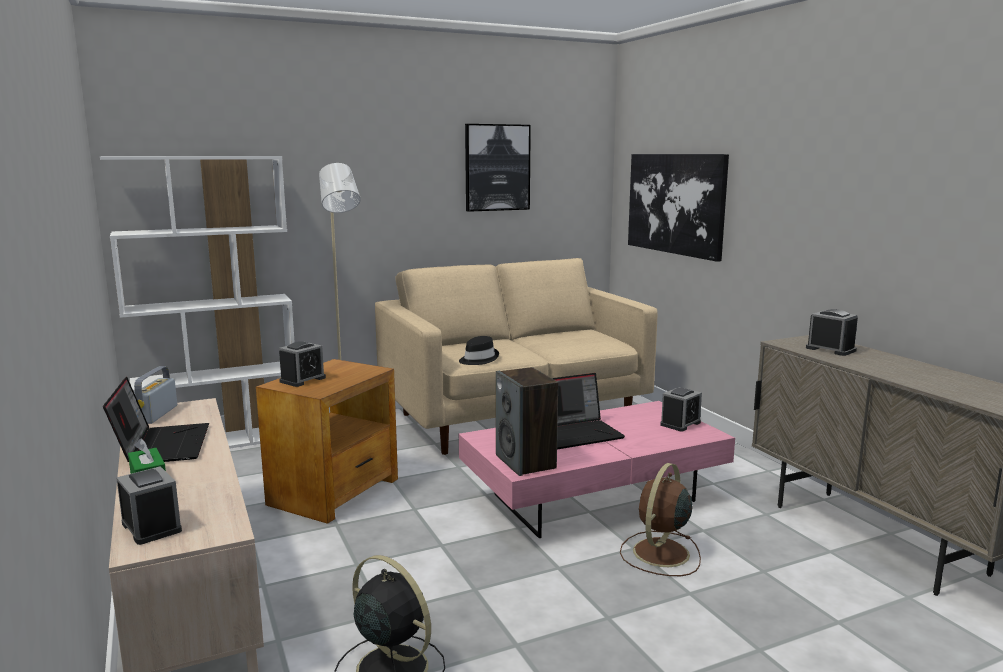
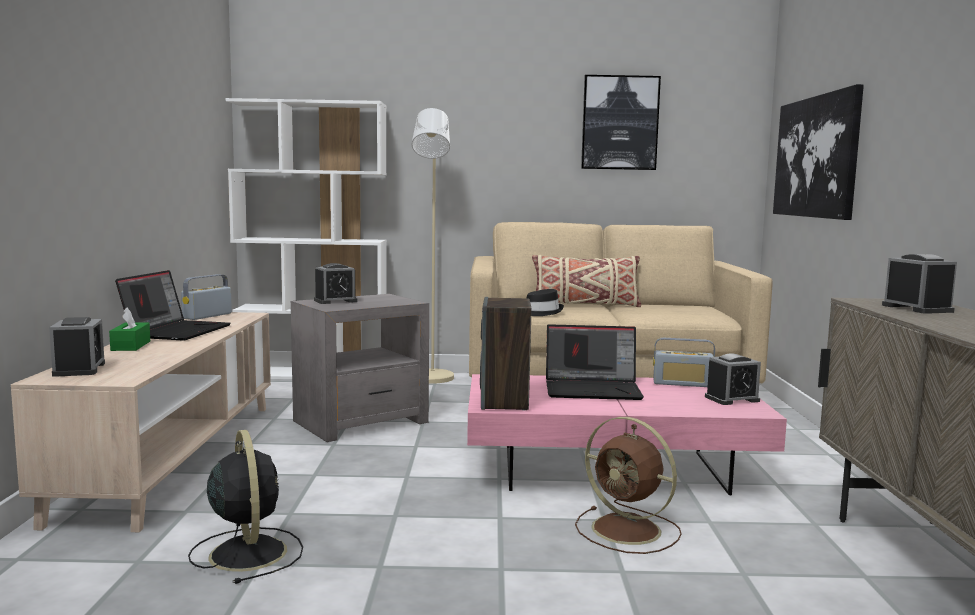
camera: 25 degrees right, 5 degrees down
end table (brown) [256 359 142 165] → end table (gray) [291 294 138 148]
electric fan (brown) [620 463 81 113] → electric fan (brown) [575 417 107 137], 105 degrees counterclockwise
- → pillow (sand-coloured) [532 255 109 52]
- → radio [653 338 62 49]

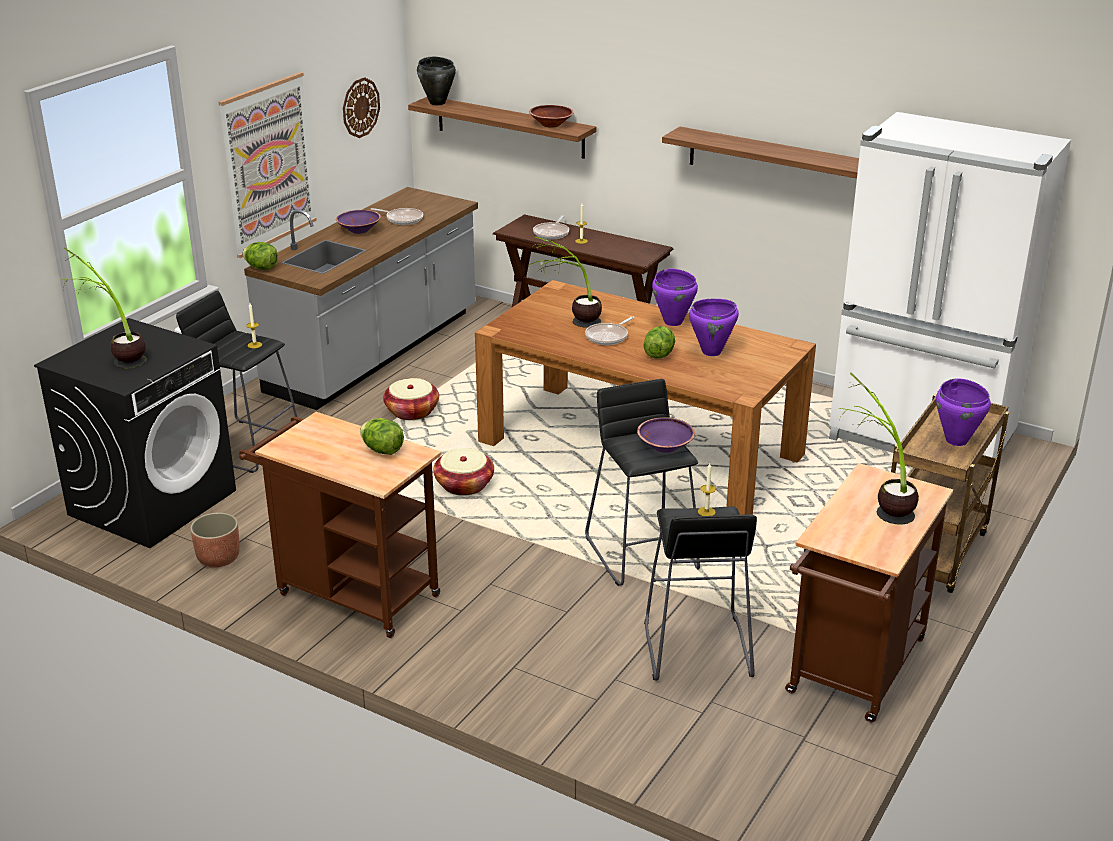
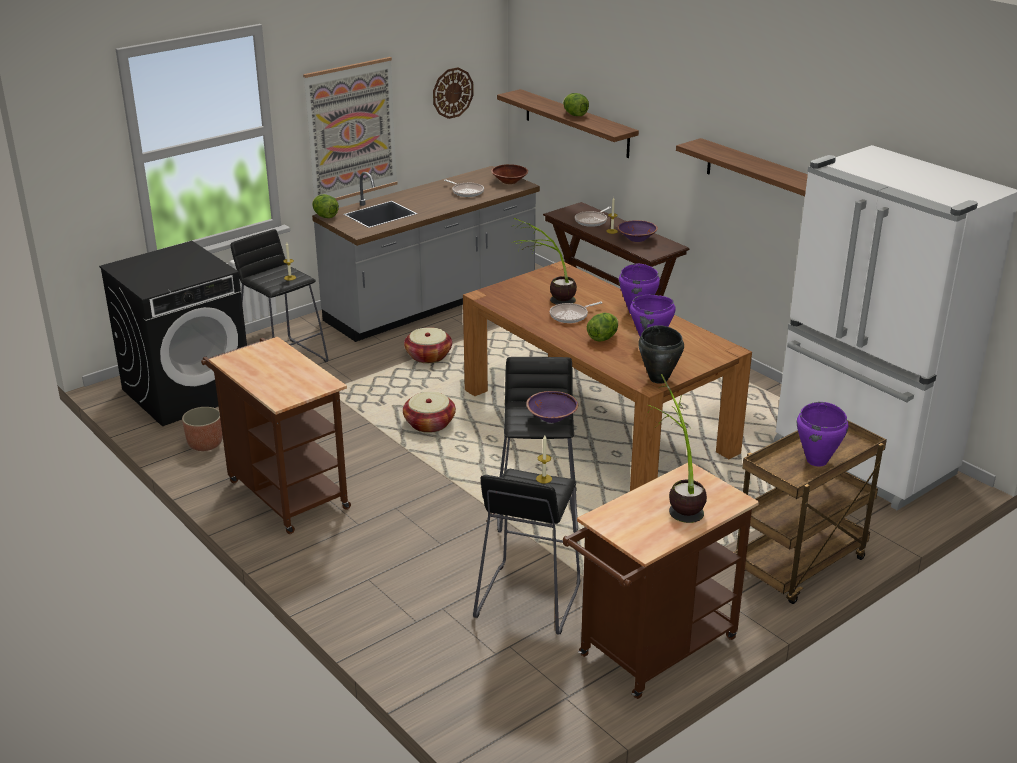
camera: 20 degrees right, 0 degrees up
stockpot (blackish) [417 57 39 48] → stockpot (blackish) [638 325 46 59], relocated
bowl (brown) [529 105 45 23] → bowl (brown) [491 164 37 20], relocated
bowl (purple) [336 210 45 24] → bowl (purple) [617 220 41 22], relocated
plant in a pot [61 247 86 121] → -
lettuce head [360 418 44 37] → lettuce head [563 93 26 23], relocated

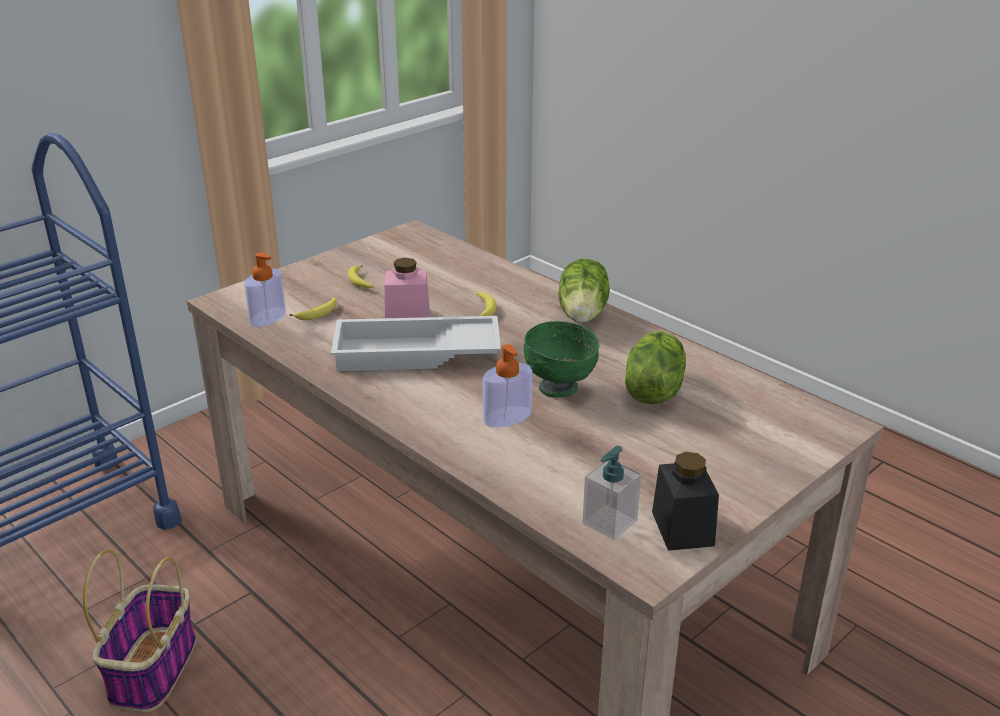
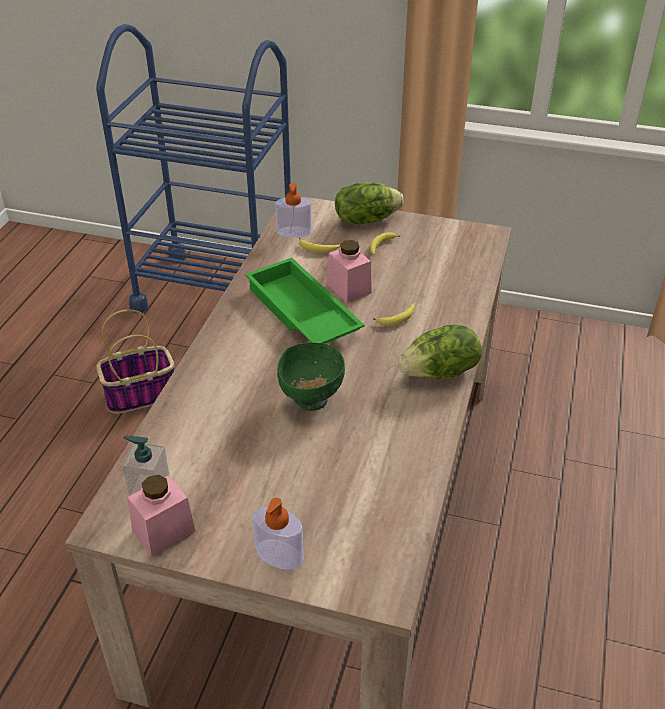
camera: 60 degrees right, 10 degrees up
tray (whitish) [331 316 170 55] → tray (green-coloured) [245 258 120 86]
lettuce head [625 331 61 73] → lettuce head [335 182 69 43], relocated
soap dispenser [483 344 49 83] → soap dispenser [253 498 51 72], relocated
jar (blackish) [652 452 67 99] → jar (pink) [127 475 68 81]

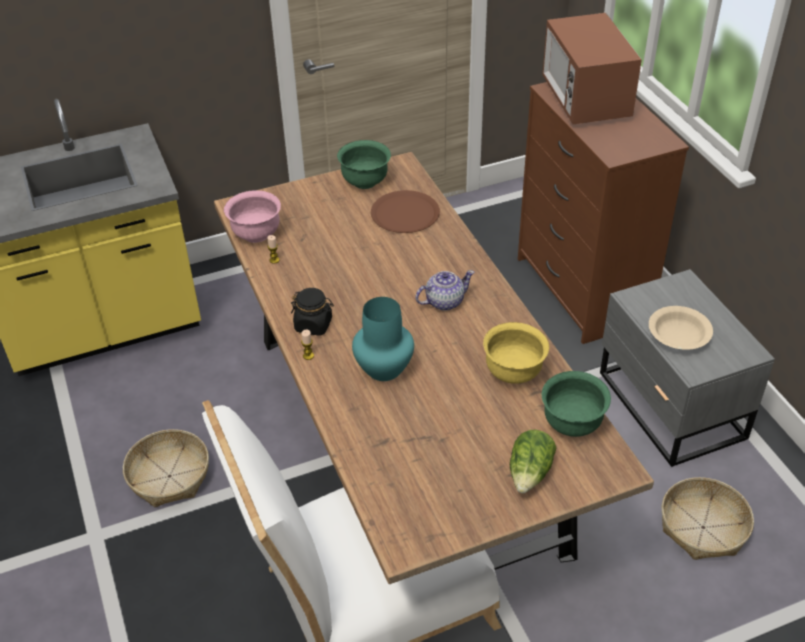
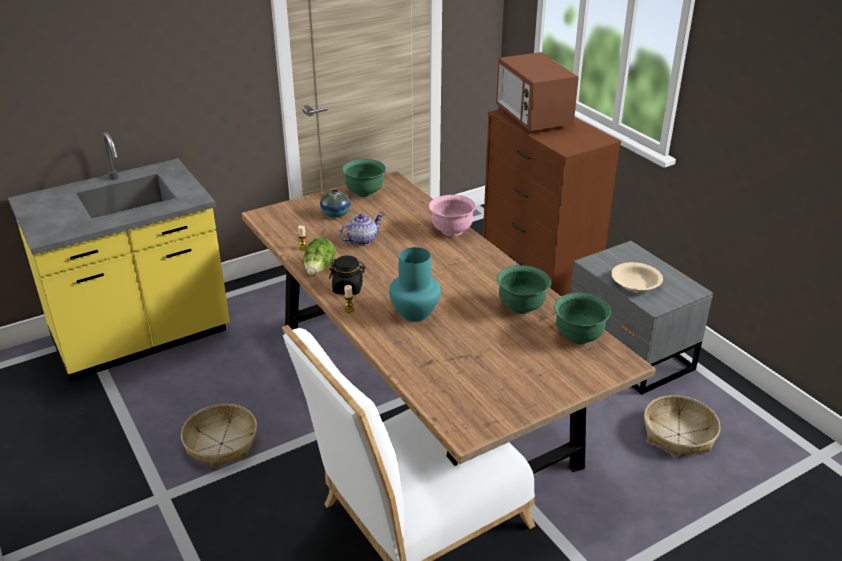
camera: 10 degrees left, 10 degrees down
bowl (pink) [224 190 57 53] → bowl (pink) [429 195 47 41], relocated
plate (brown) [371 190 69 43] → -
teapot [415 270 59 41] → teapot [339 213 44 32], relocated
bowl (yellow-coloured) [483 322 66 62] → bowl (green-coloured) [497 265 54 49]
lettuce head [510 430 46 63] → lettuce head [303 238 33 37], relocated
- → flower vase [320 189 31 29]

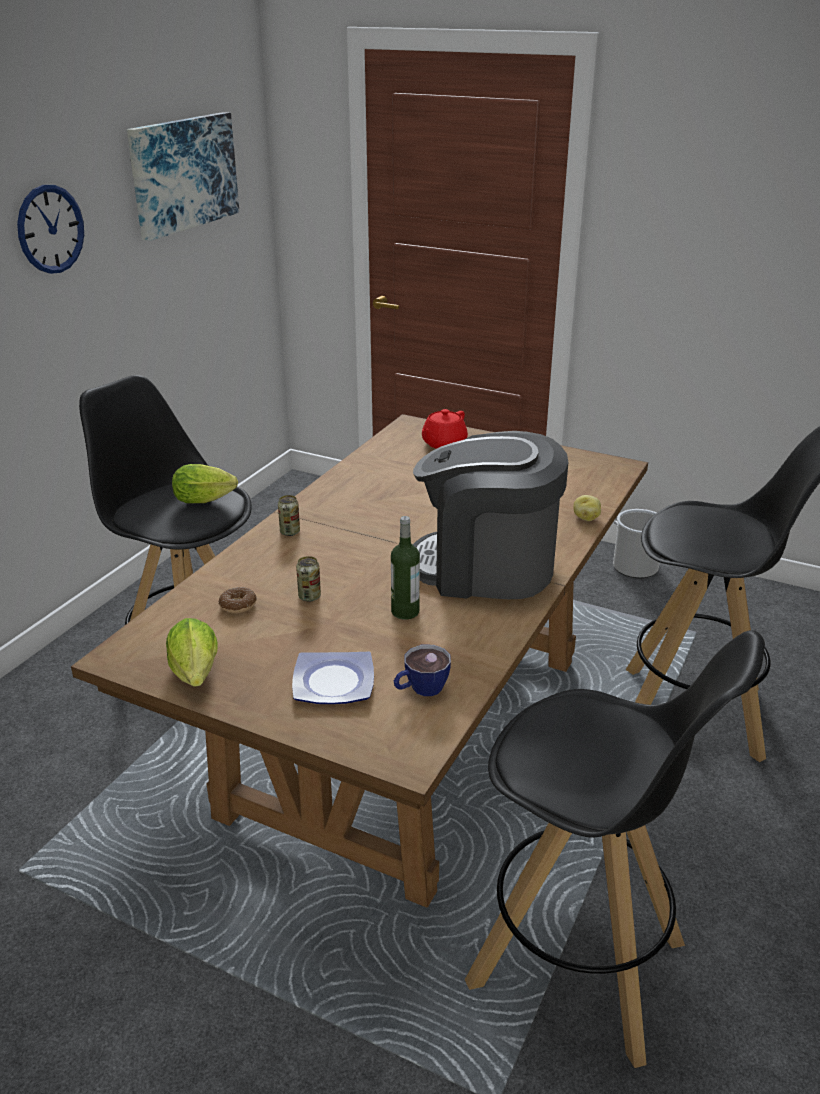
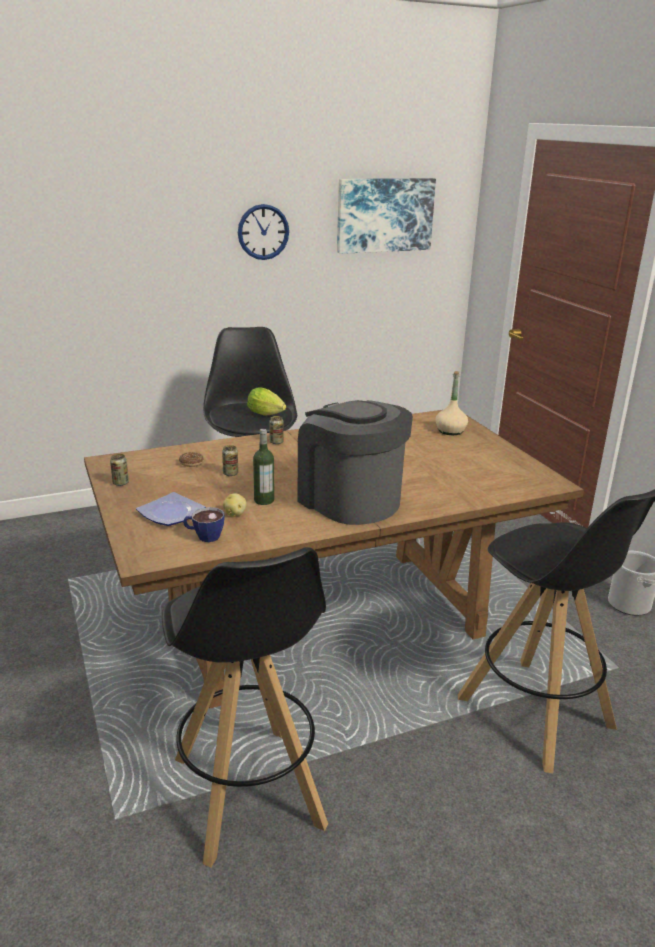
camera: 40 degrees right, 5 degrees down
teapot (reddish) [422 409 46 40] → drink bottle (sand-coloured) [436 371 32 64]
whole potato [574 495 27 26] → whole potato [223 493 24 24], relocated
lettuce head [166 618 52 69] → metal can [110 454 19 32]

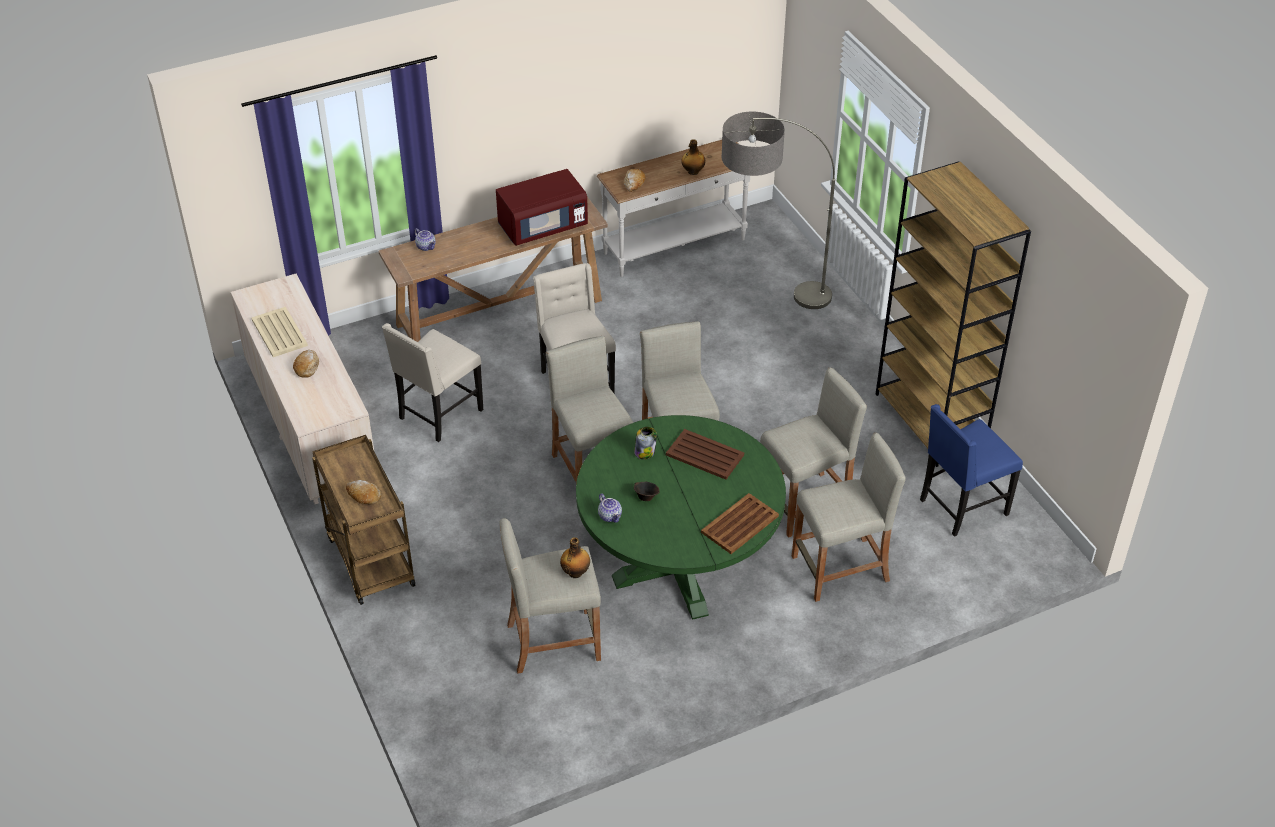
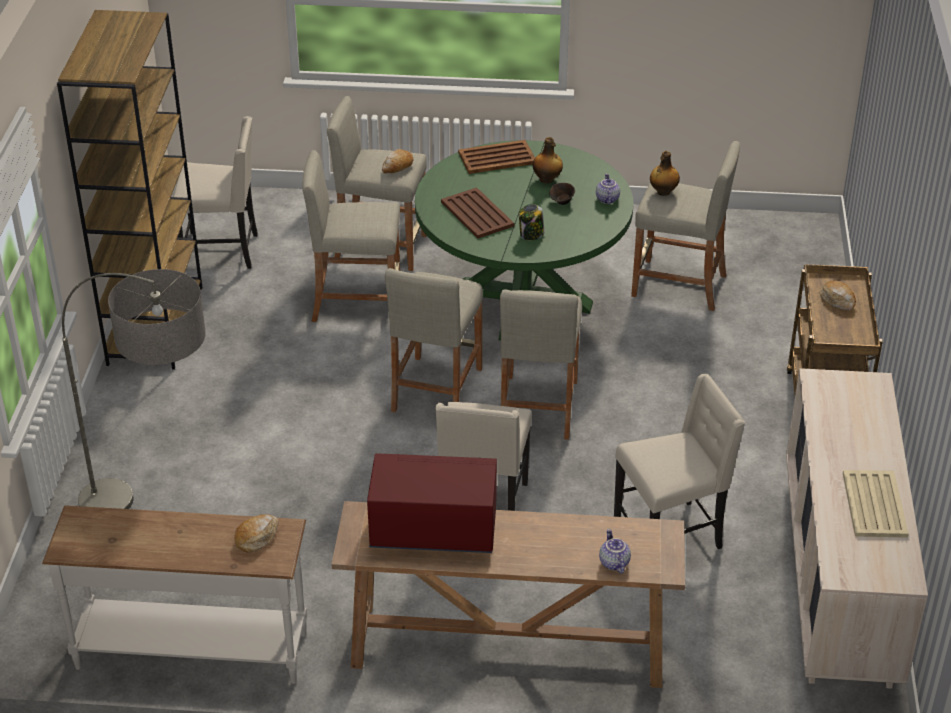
camera: 150 degrees left, 5 degrees down
drink bottle [681 139 24 36] → drink bottle [533 137 30 46], relocated
baked bread [293 350 26 28] → baked bread [382 149 31 24], relocated
plain chair (bluish) [920 404 103 133] → plain chair (sand-coloured) [173 116 85 153]

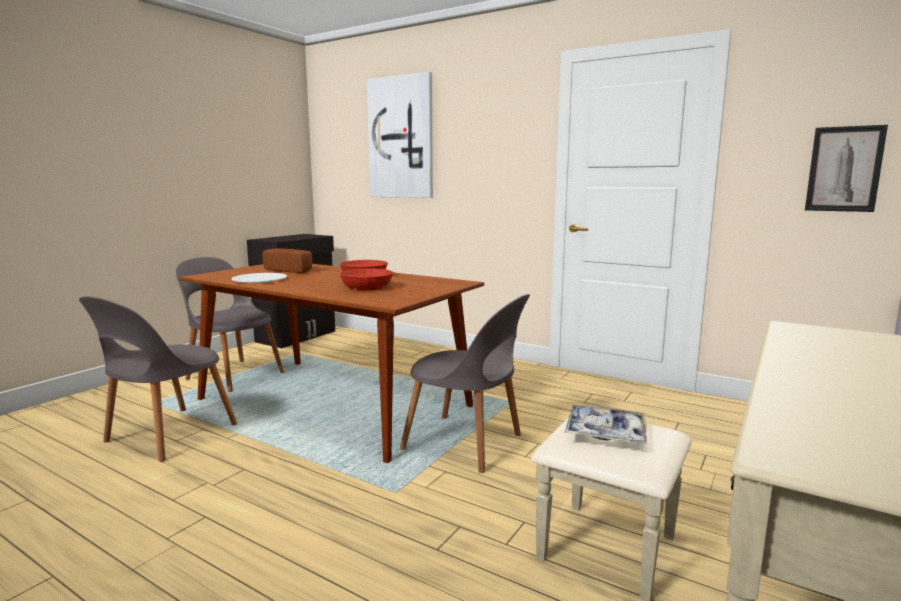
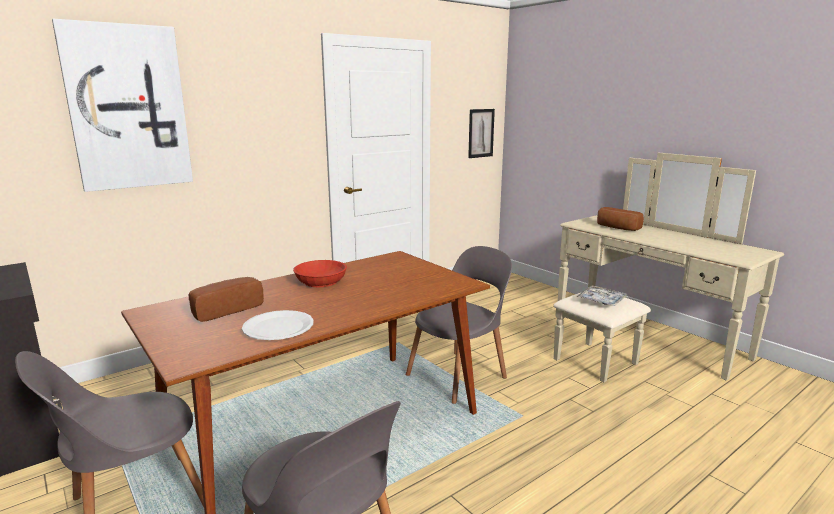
camera: 70 degrees left, 5 degrees up
bowl (reddish) [339 269 55 22] → -
- → baked bread [597 207 47 24]

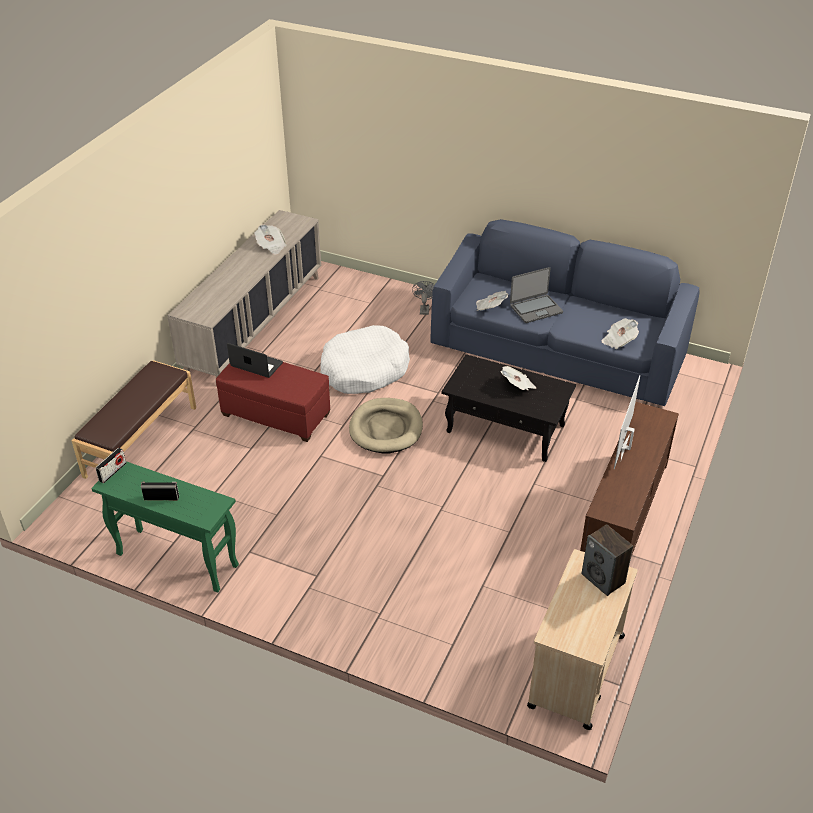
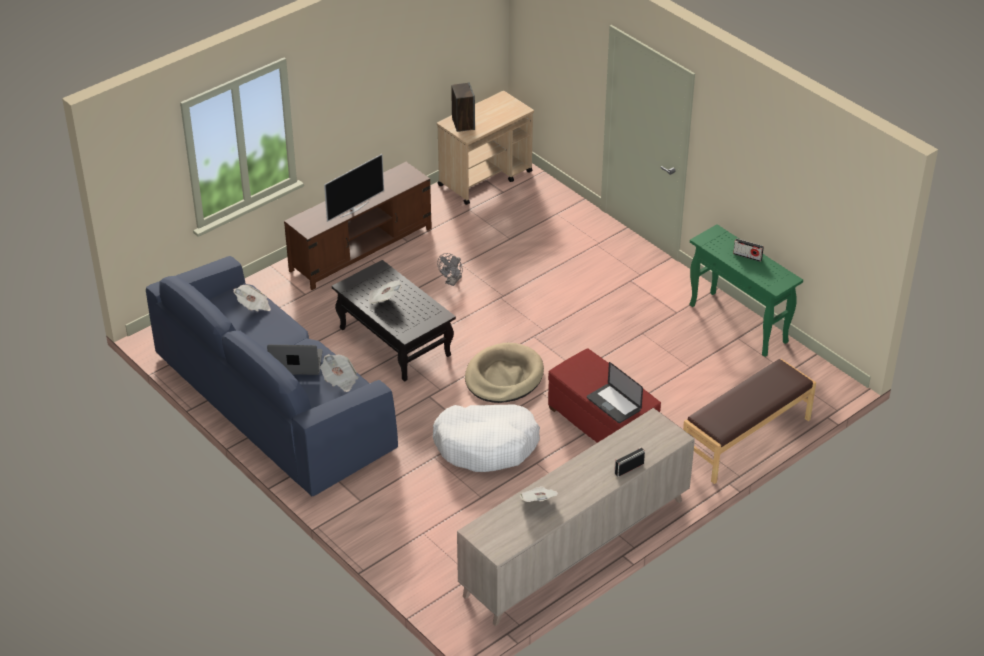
camera: 155 degrees left, 0 degrees up
electric fan (gray) [412 281 23 34] → electric fan (gray) [437 253 26 33], relocated
radio [95 448 31 35] → radio [614 447 31 30], relocated

